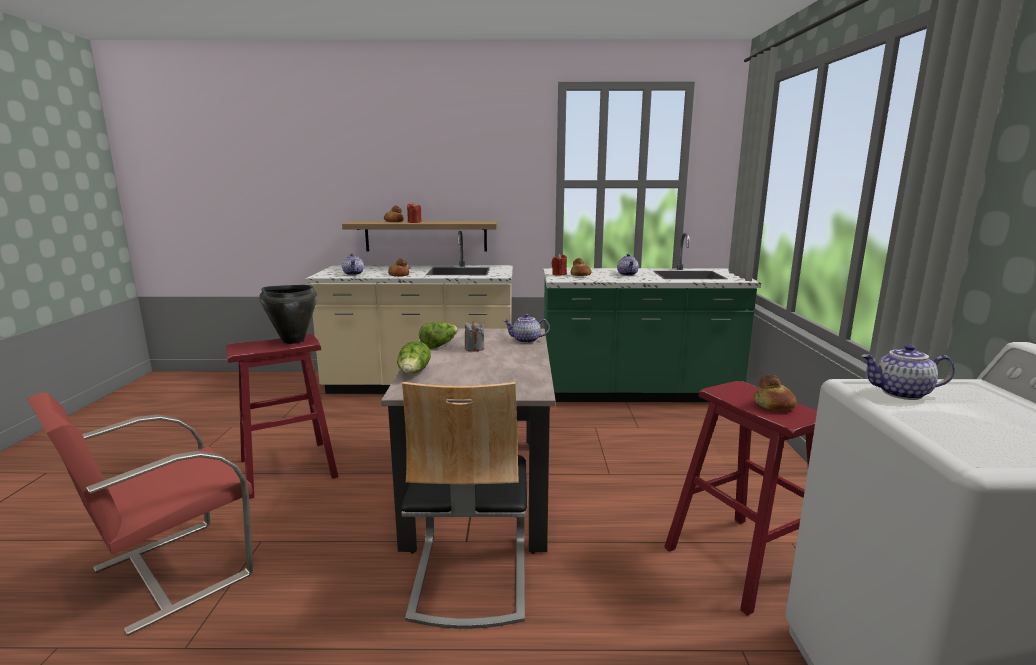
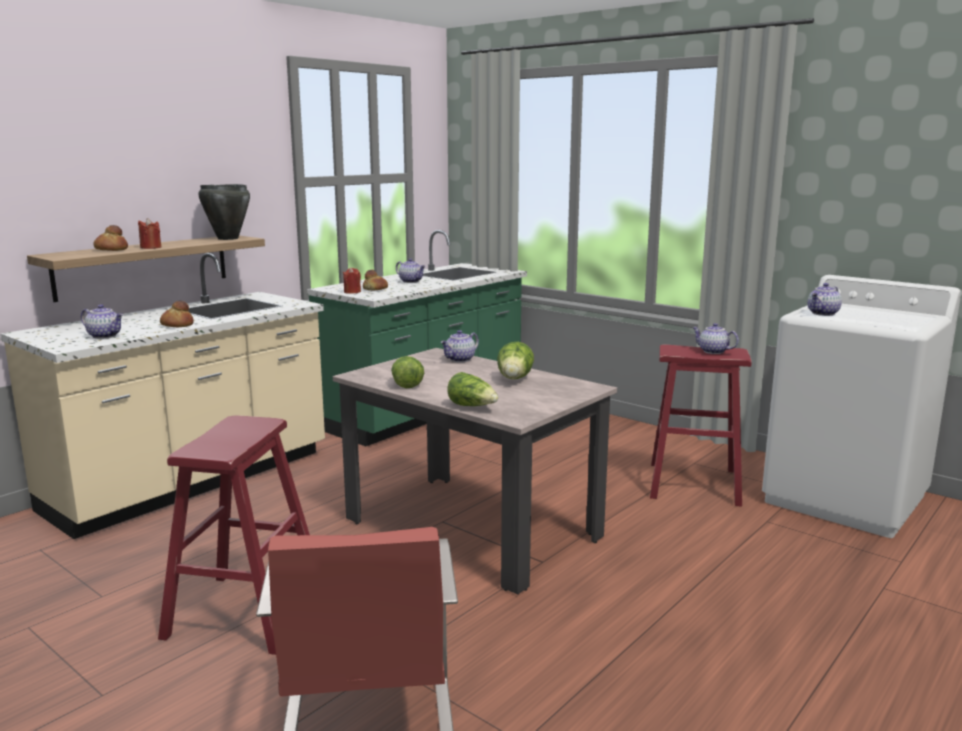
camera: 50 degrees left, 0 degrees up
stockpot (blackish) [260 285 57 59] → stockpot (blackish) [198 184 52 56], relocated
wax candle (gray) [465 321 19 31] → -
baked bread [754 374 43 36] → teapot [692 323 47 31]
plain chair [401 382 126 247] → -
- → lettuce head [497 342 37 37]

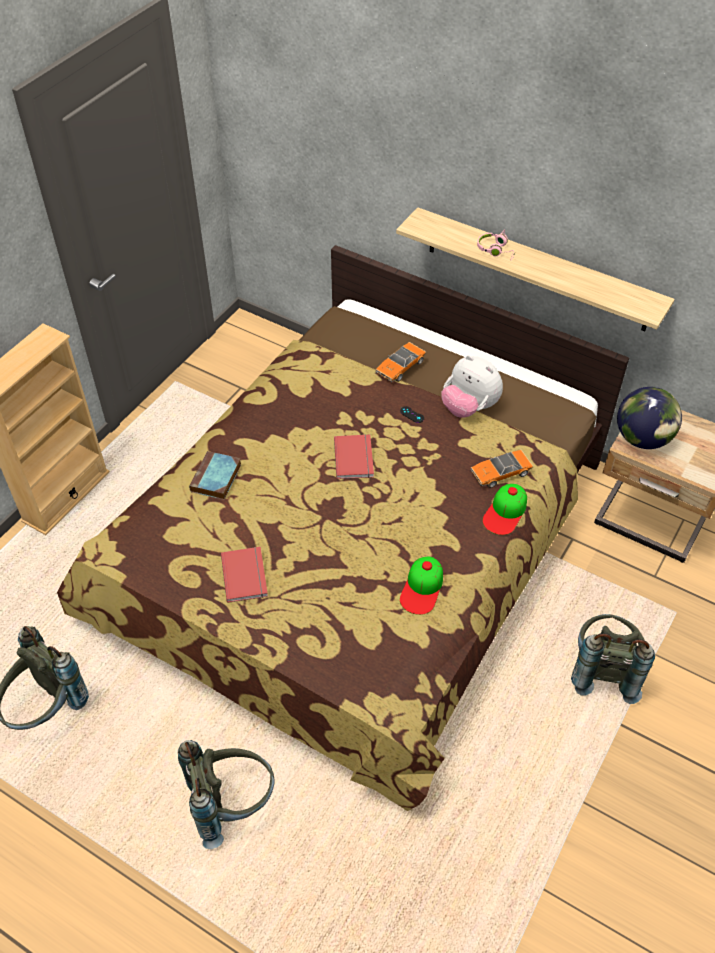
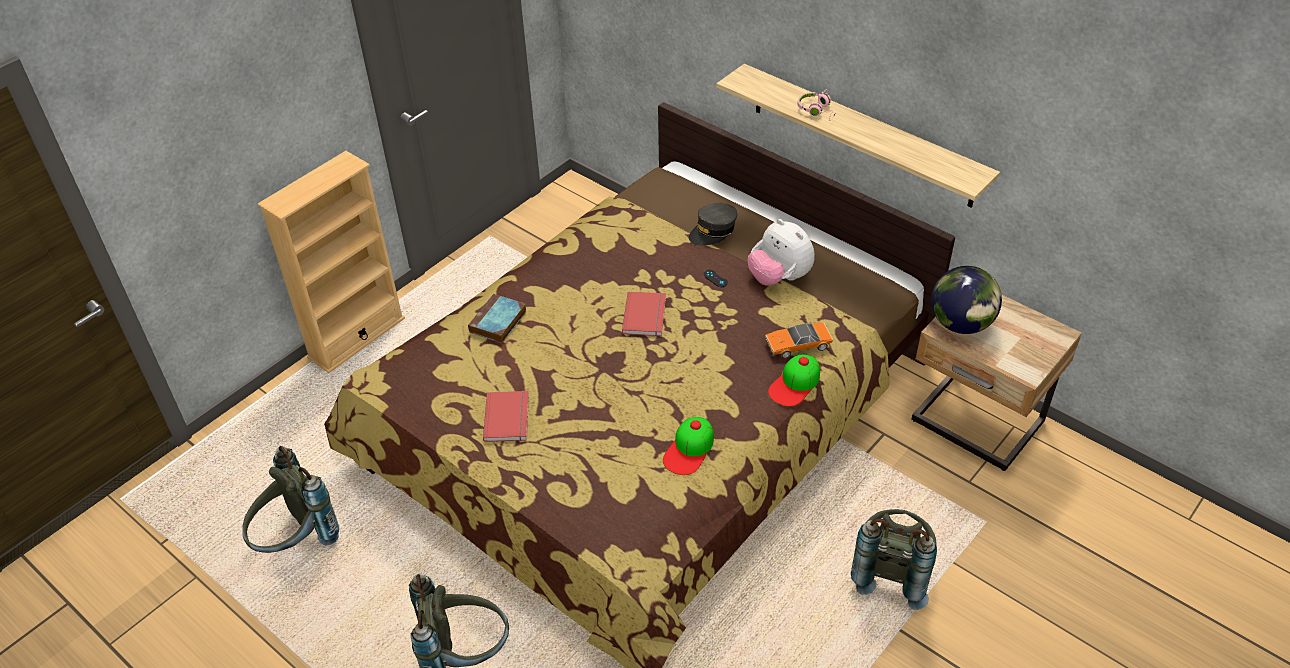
camera: 10 degrees right, 5 degrees down
miniature car [375 342 51 40] → cap (gray) [689 203 48 43]

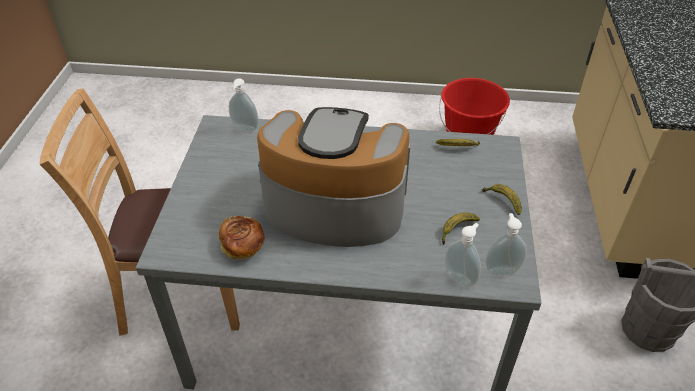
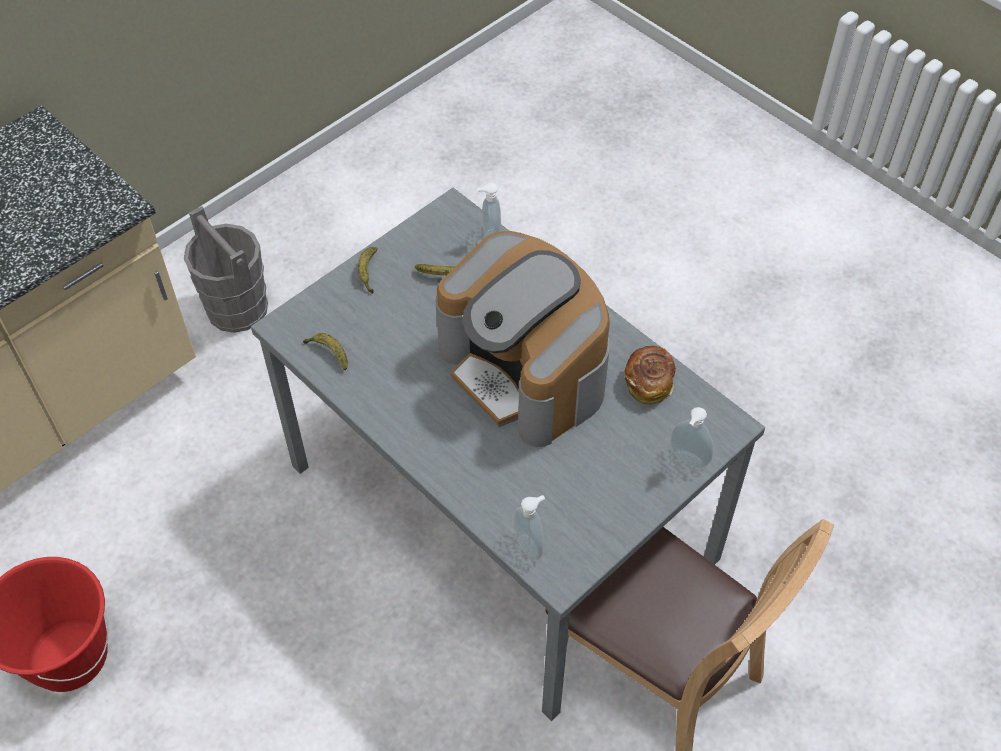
camera: 140 degrees left, 10 degrees up
soap dispenser [485 213 42 63] → soap dispenser [670 407 43 61], relocated

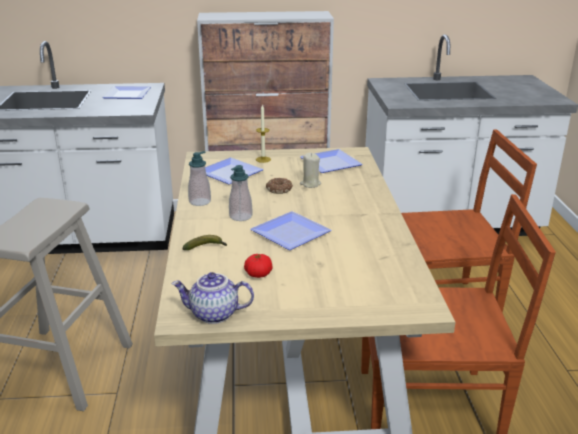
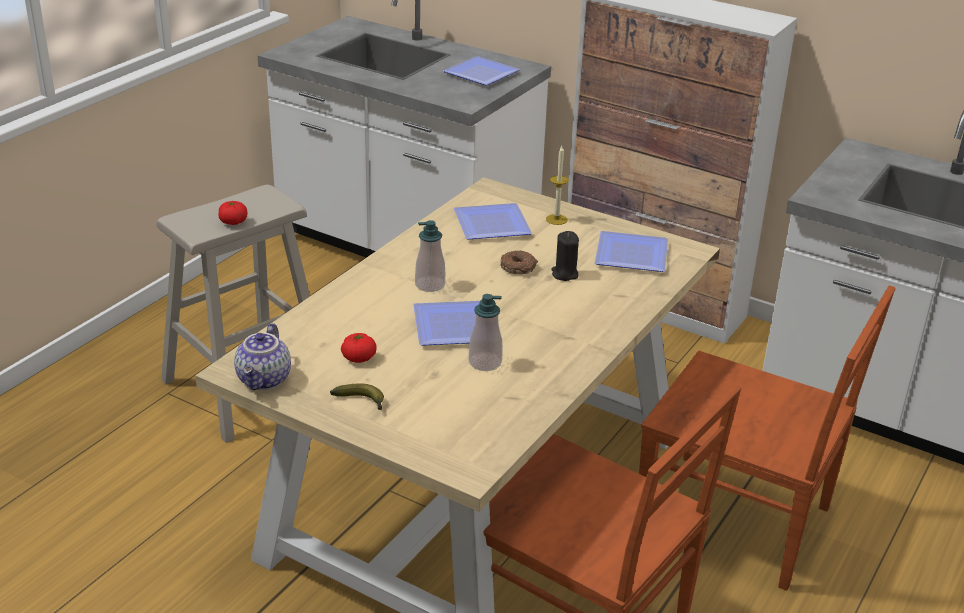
camera: 35 degrees right, 5 degrees up
soap dispenser [188 151 23 55] → soap dispenser [469 294 34 77], relocated
wax candle (sand-coloured) [300 153 21 35] → wax candle (blackish) [551 231 28 50]
banana [182 235 45 15] → banana [330 383 54 27], relocated
teapot [172 272 82 52] → teapot [234 323 57 67], 120 degrees counterclockwise
- → tomato [218 201 30 24]

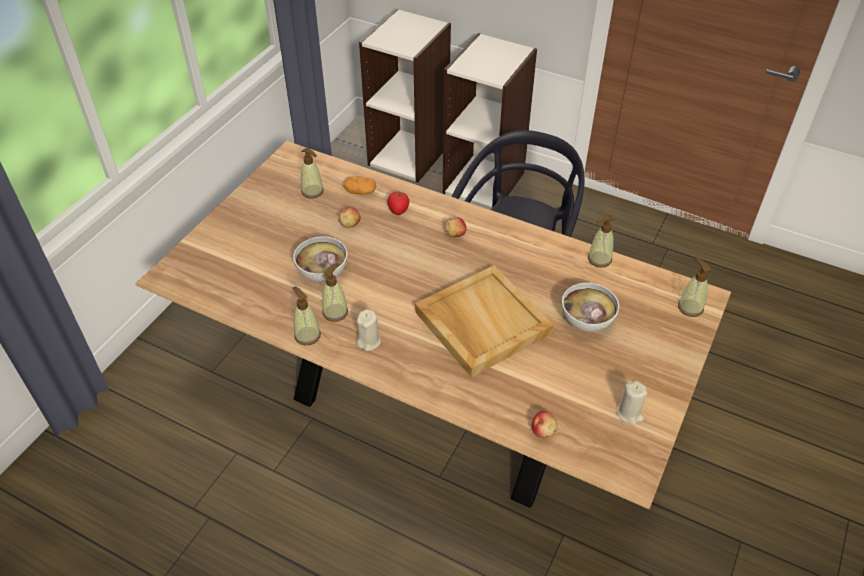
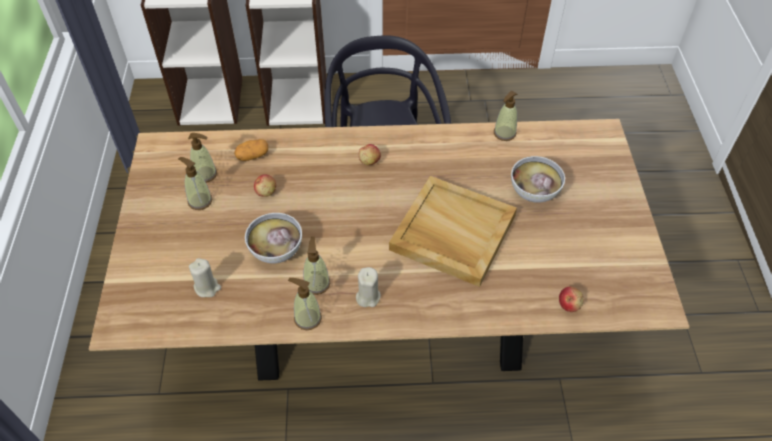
camera: 30 degrees left, 5 degrees up
tomato [387 192 22 23] → -
soap dispenser [678 258 33 59] → soap dispenser [178 157 34 53], relocated
wax candle (sand-coloured) [616 381 31 44] → wax candle (sand-coloured) [189 258 32 39], relocated

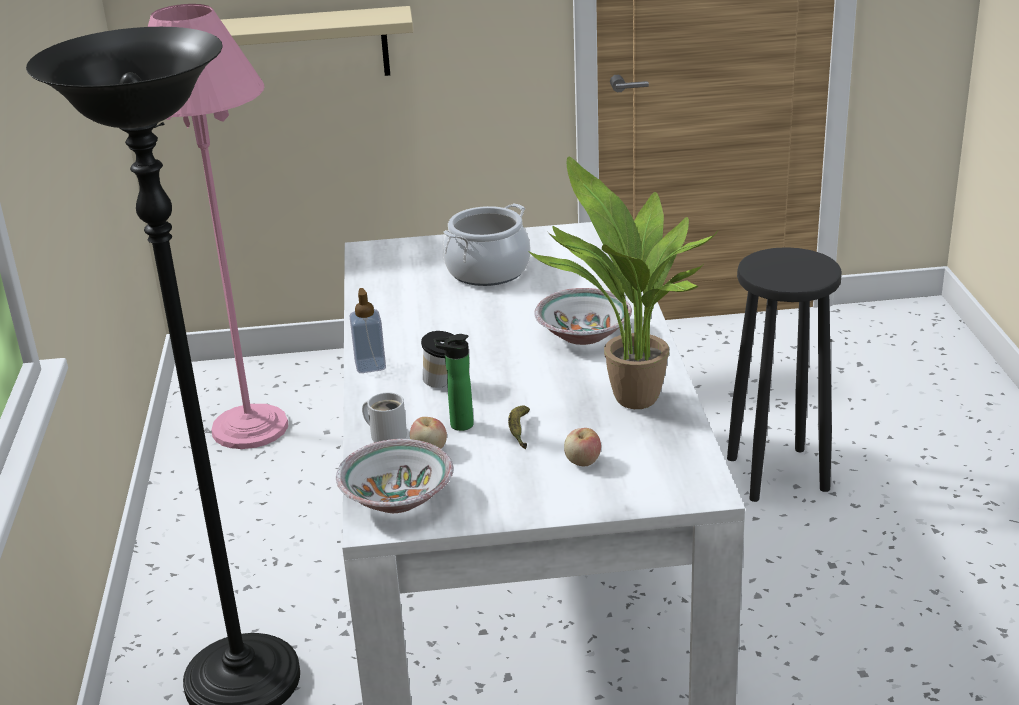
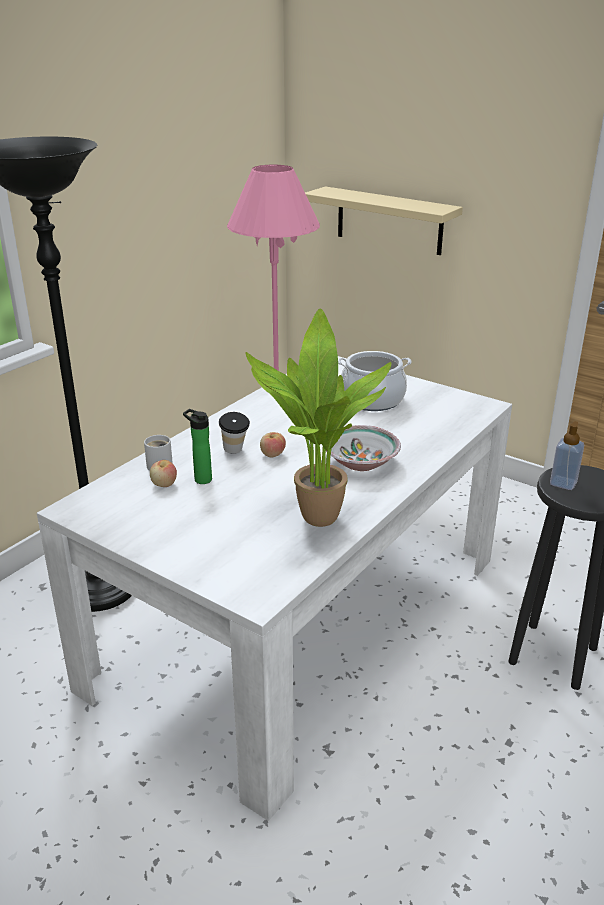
camera: 40 degrees right, 0 degrees up
soap dispenser [350 288 36 85] → soap dispenser [550 421 34 69], relocated
banana [508 406 22 43] → -
apple fruit [564 428 37 38] → apple fruit [260 432 26 25], relocated
bowl [336 439 118 74] → -

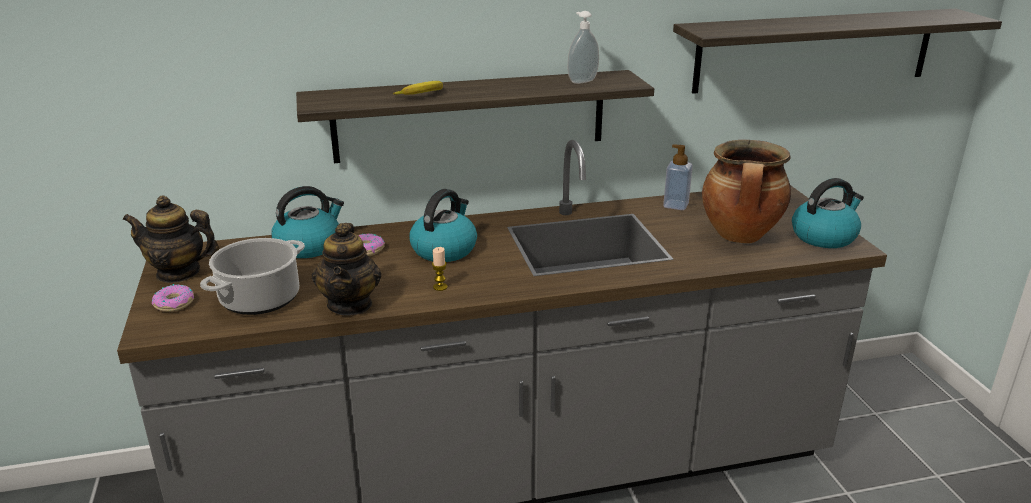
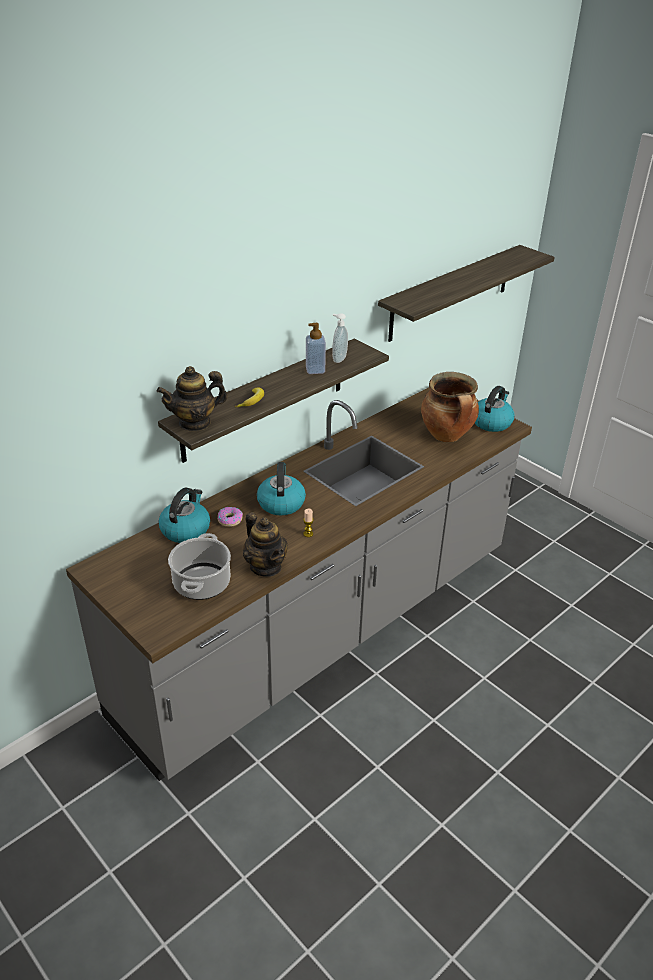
camera: 30 degrees left, 10 degrees up
soap dispenser [663 144 30 66] → soap dispenser [306 323 20 51], relocated
teapot [123 196 96 87] → teapot [157 366 71 65], relocated
donut [152 284 42 28] → -

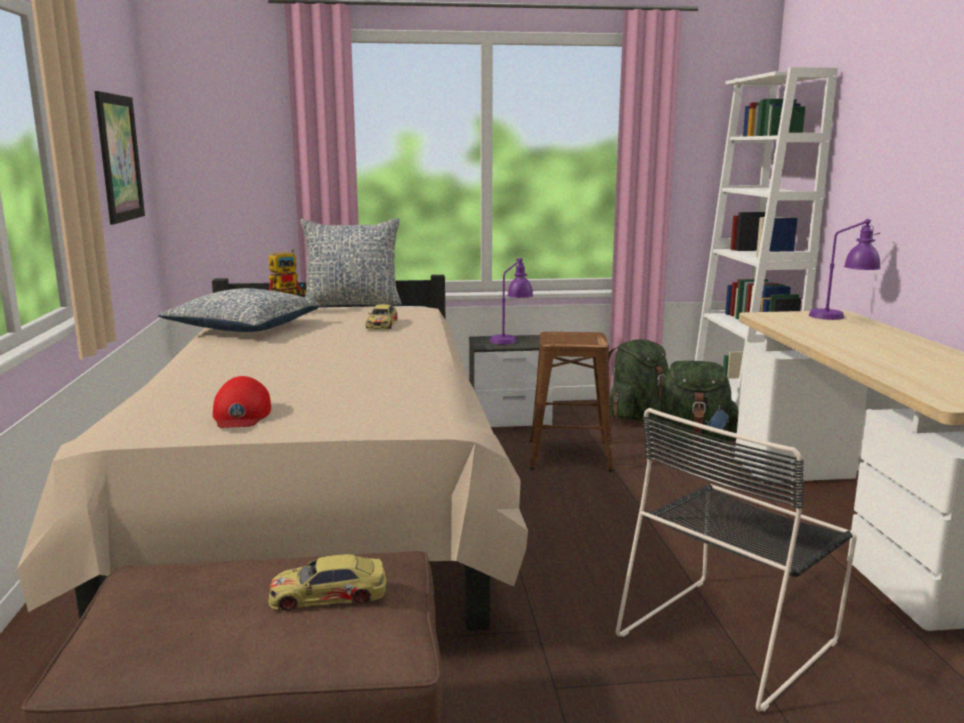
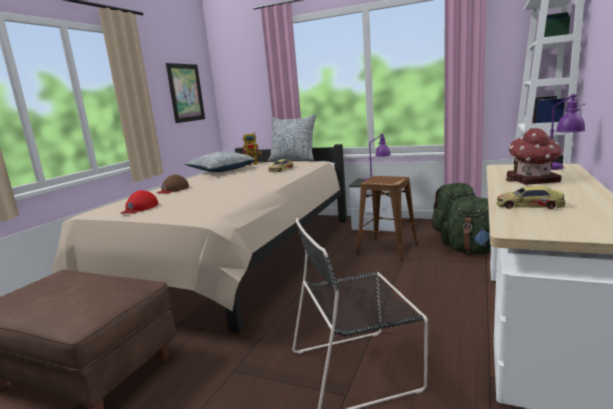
camera: 30 degrees right, 0 degrees up
miniature car [268 554 118 57] → miniature car [496 186 69 23], relocated
- → model house [506 128 57 57]
- → cap (brown) [157 175 32 19]

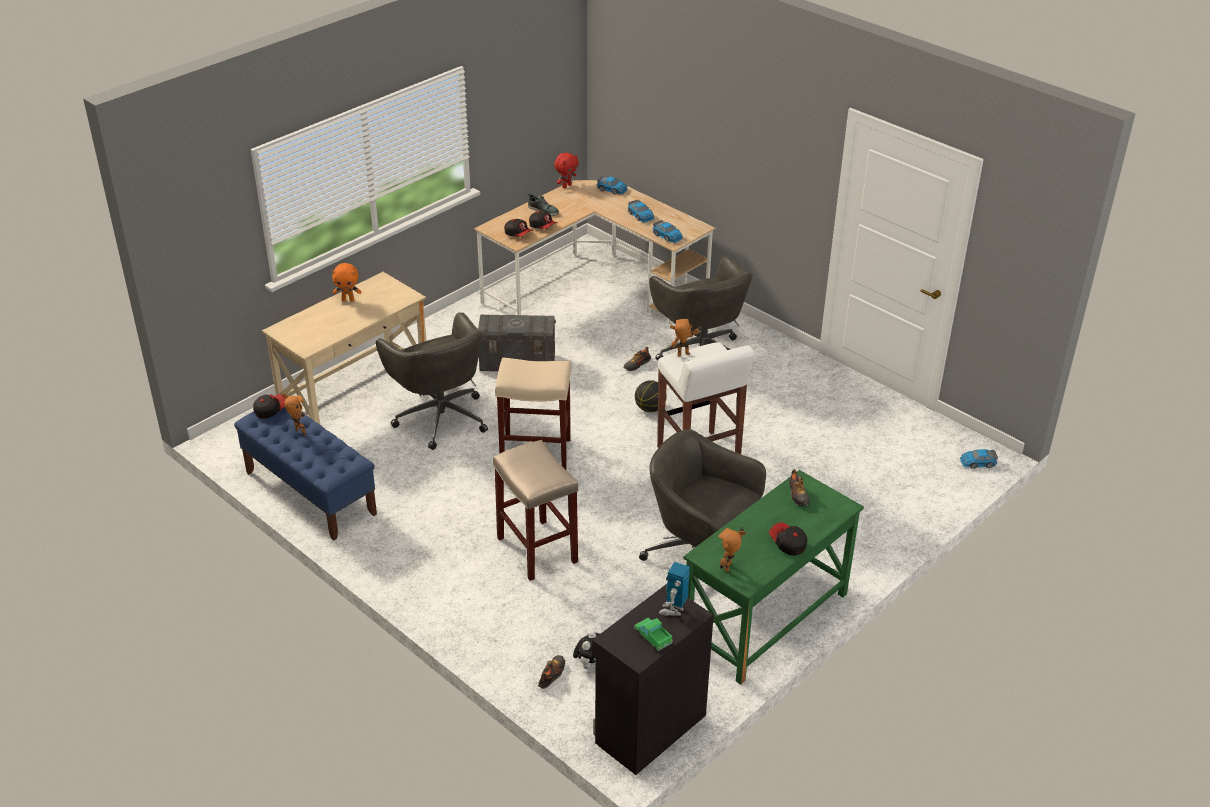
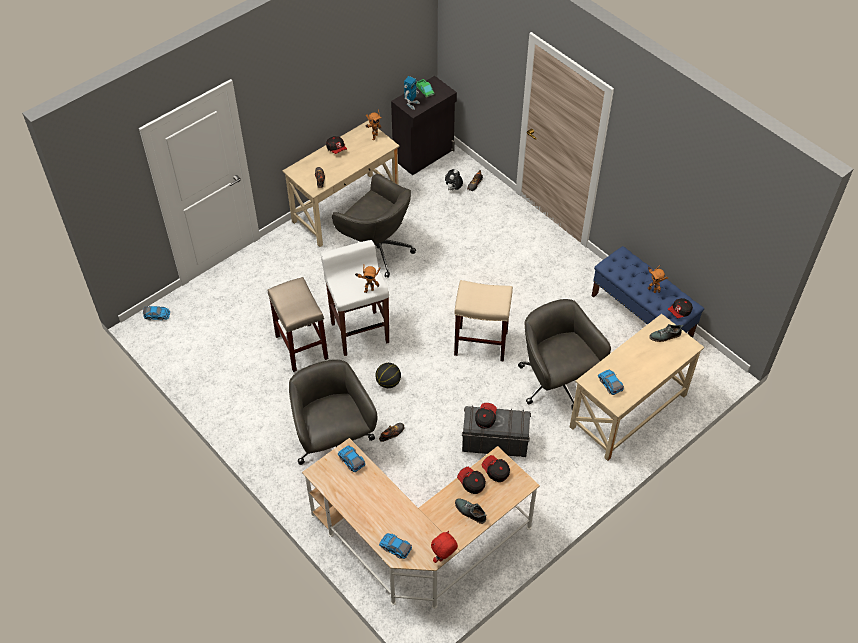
camera: 175 degrees left, 15 degrees up
miniature car [628 200 27 23] → miniature car [598 370 26 25], relocated
plush toy (orange-coloured) [332 263 29 38] → -
stool seat (sand-coloured) [493 440 85 141] → stool seat (sand-coloured) [268 277 61 95], relocated
desk (green-coloured) [683 470 181 215] → desk (sand-coloured) [282 120 118 127]
- → item of footwear [649 324 34 18]
- → cap [475 403 22 26]

